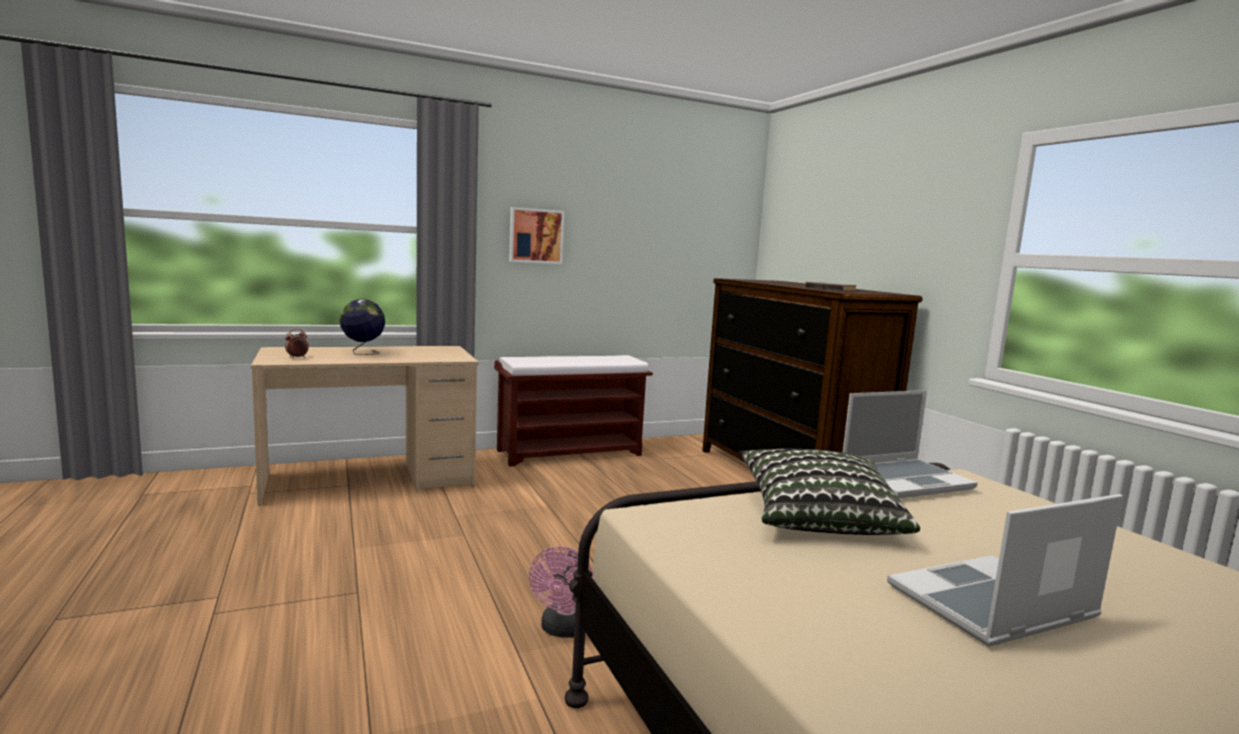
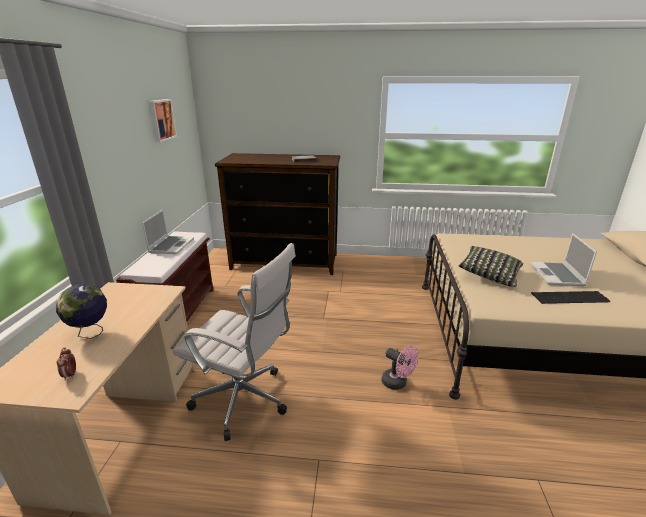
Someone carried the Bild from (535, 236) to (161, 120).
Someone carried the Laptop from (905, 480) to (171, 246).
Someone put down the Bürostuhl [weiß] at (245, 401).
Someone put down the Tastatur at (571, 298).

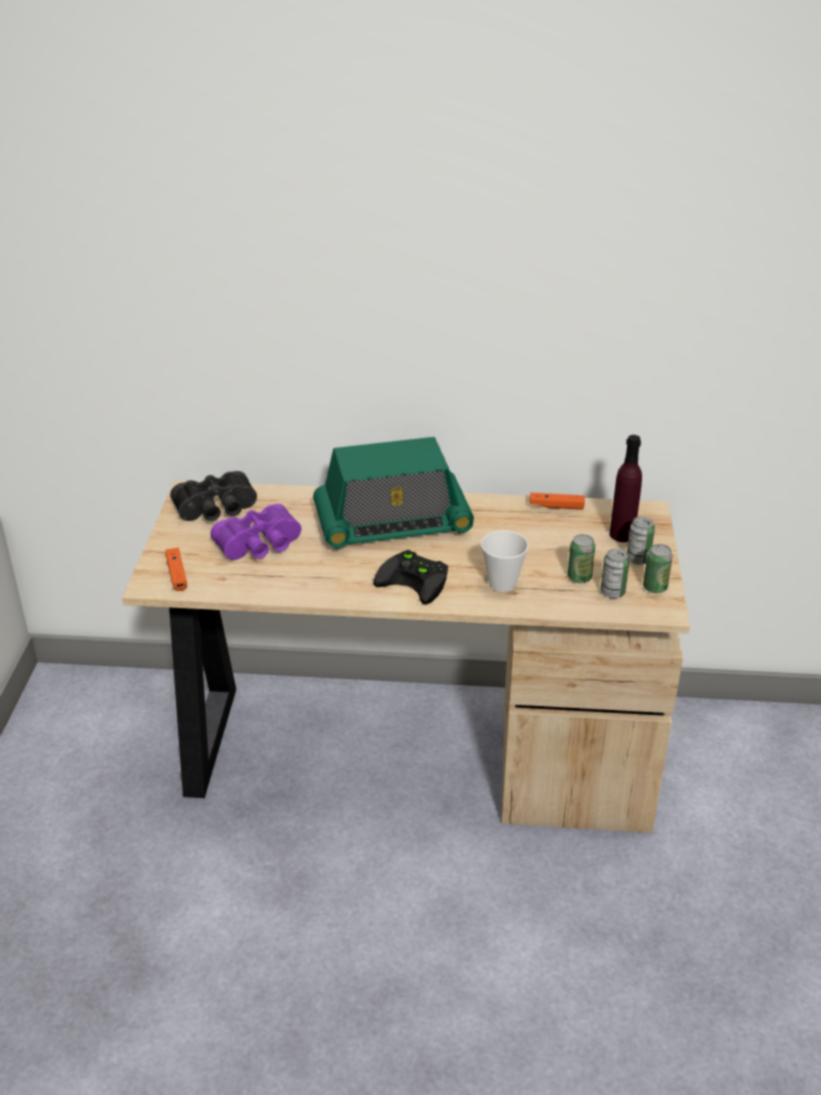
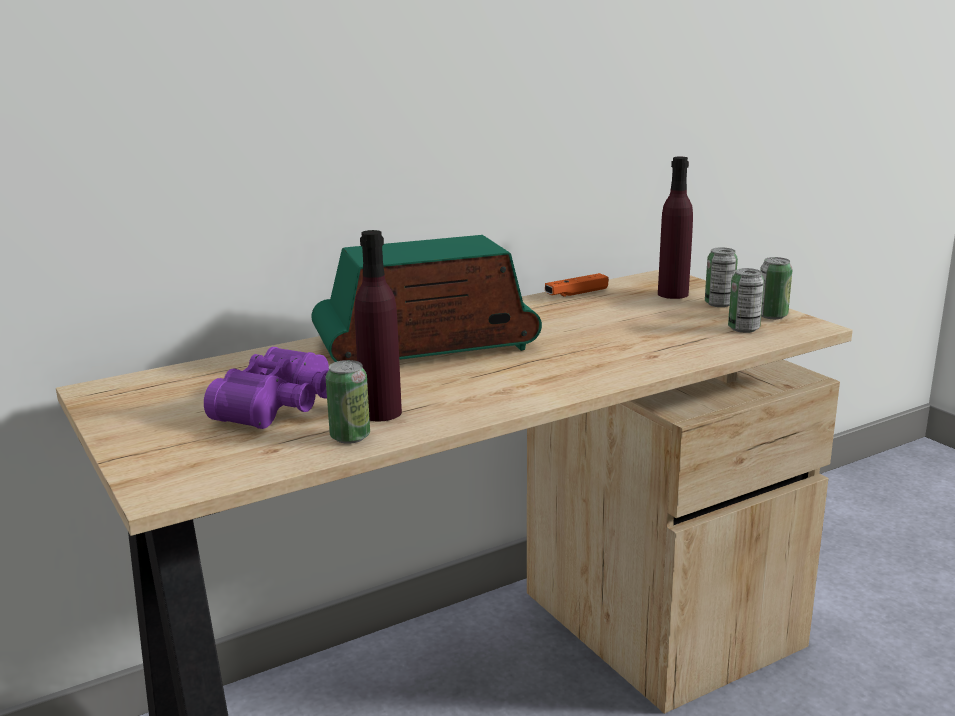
Someone took away the Gamepad [orange] at (177, 574).
Someone took away the Fernglas [schwarz] at (217, 510).
Someone rotated the Radio at (392, 523) by 150 degrees counterclockwise.
Someone took away the Gamepad [schwarz] at (417, 580).
Someone took away the Tasse at (502, 583).
Someone carried the Dose from (579, 577) to (350, 437).
Someone put down the Flasche [lila] at (381, 413).

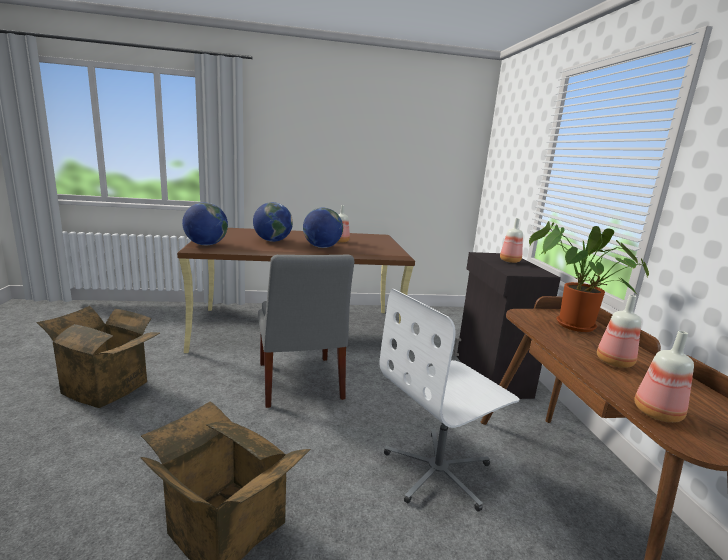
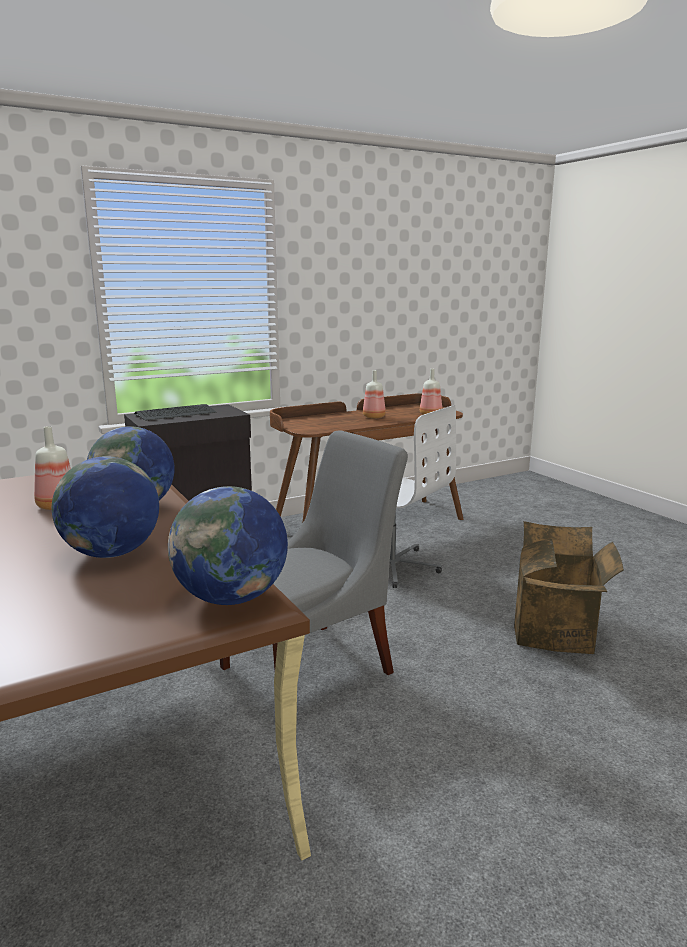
Someone took away the Karton at (109, 386).
Someone swapped the Flasche at (510, 261) for the Tastatur at (176, 414).
Someone took away the Topfpflanze at (571, 325).

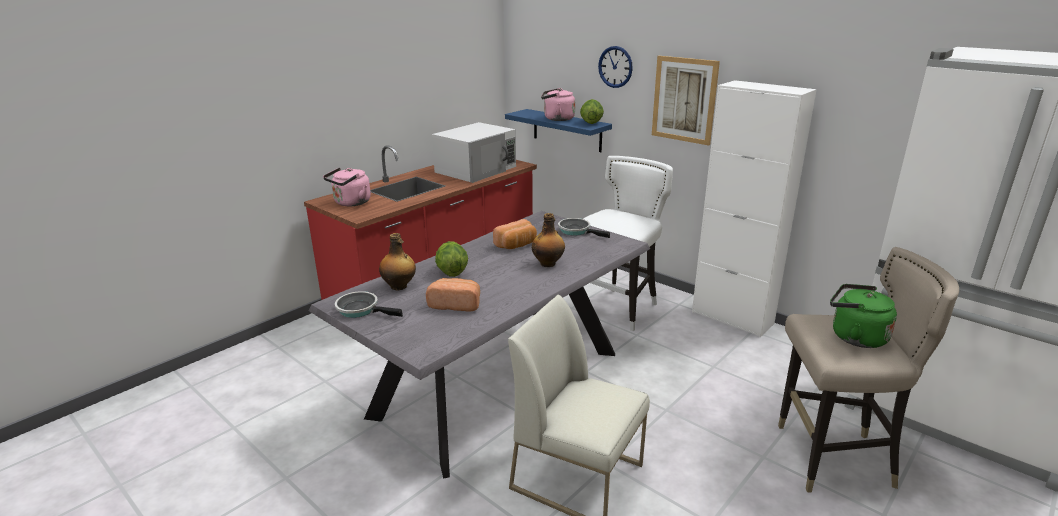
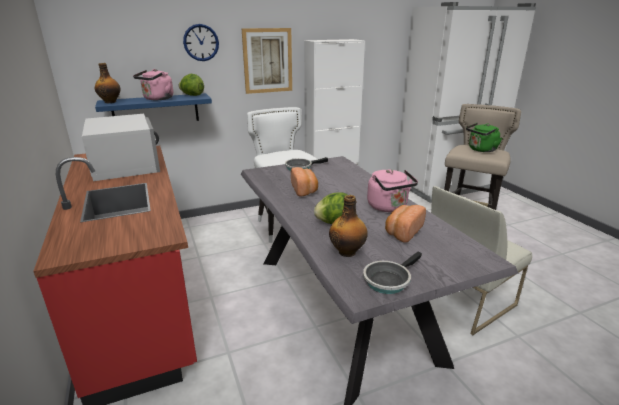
Someone carried the Wasserkessel [rosa] from (351, 203) to (389, 207).
Someone carried the Flasche from (548, 264) to (110, 102).

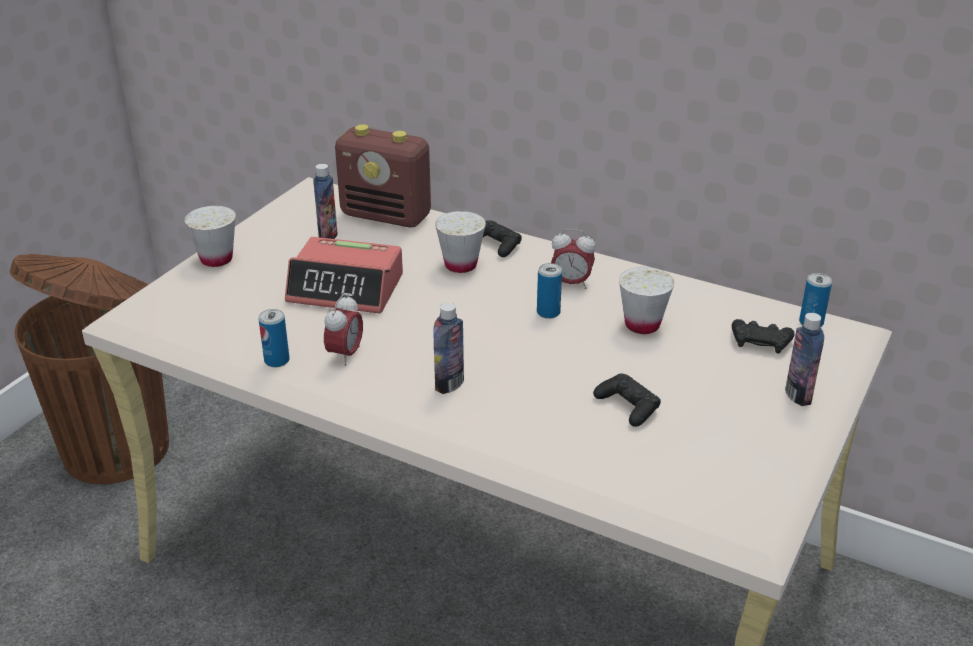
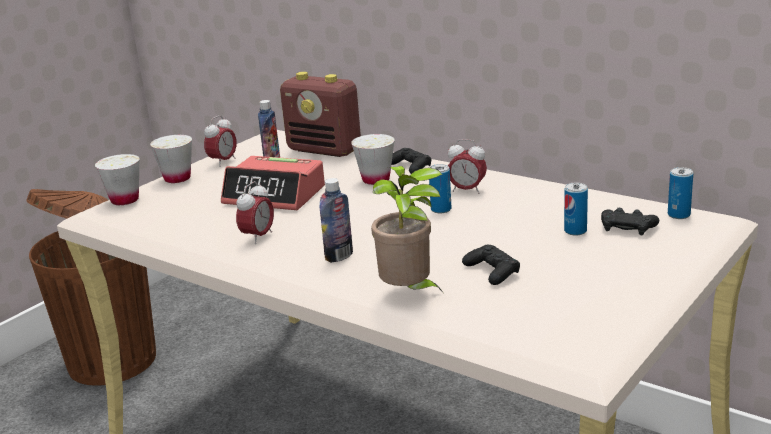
Someone carried the Dose from (277, 360) to (575, 231).
Someone carried the Tasse [weiß] from (642, 325) to (125, 200).
Someone took away the Flasche at (798, 395).
Someone put down the Wecker at (223, 162).
Someone put down the Topfpflanze at (409, 294).

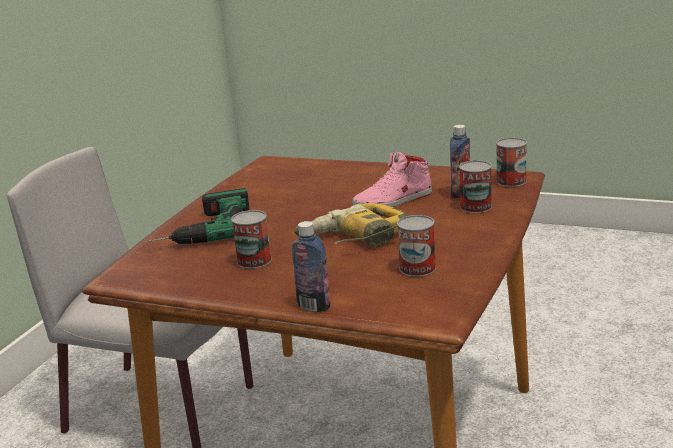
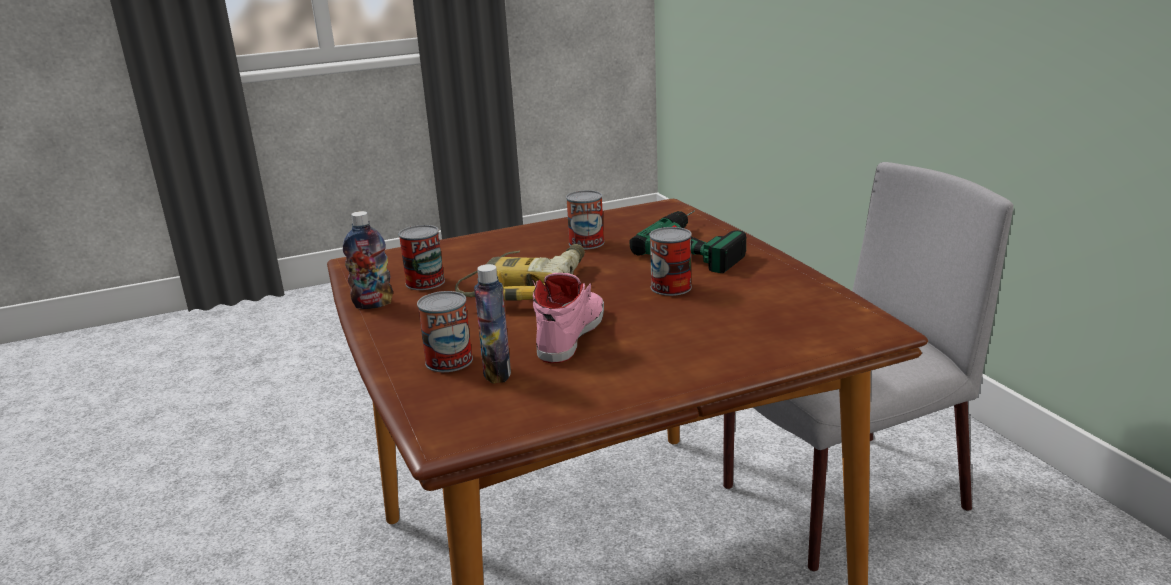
Someone carried the Flasche from (314, 306) to (373, 304).
Someone carried the Dose from (511, 181) to (671, 287).

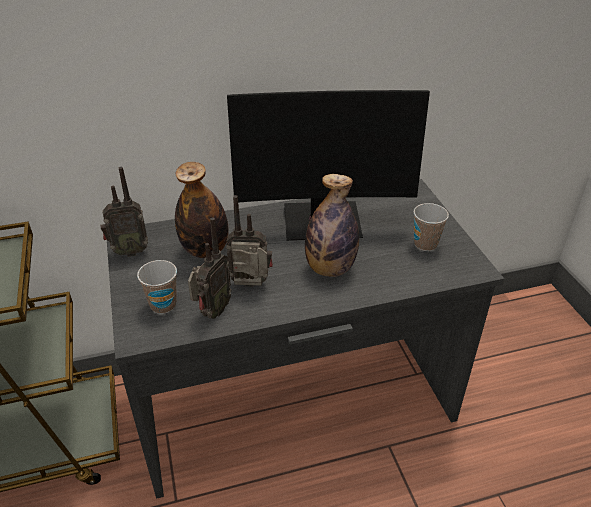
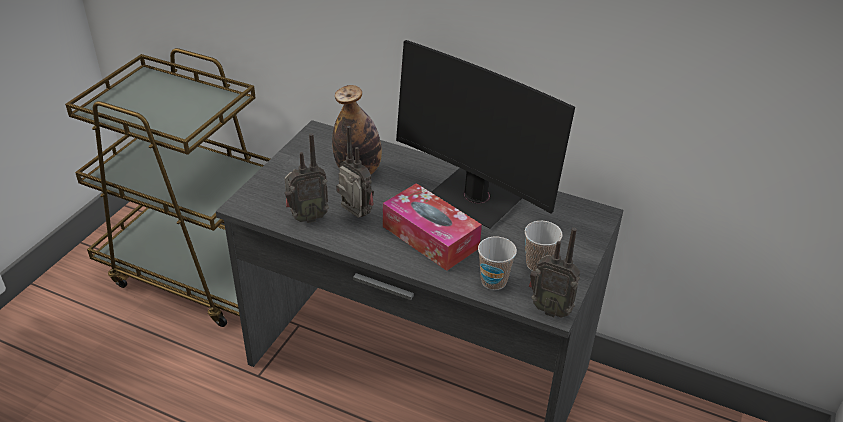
Someone carried the Radio from (129, 251) to (550, 309).
Someone carried the Tasse from (163, 305) to (493, 281).
Someone swapped the Flasche at (330, 269) for the Taschentuchbox at (430, 237).

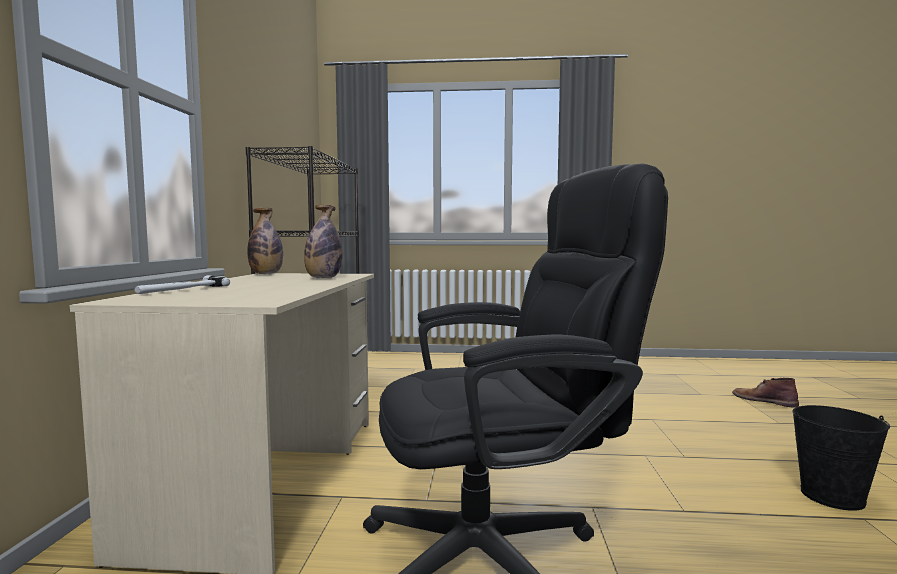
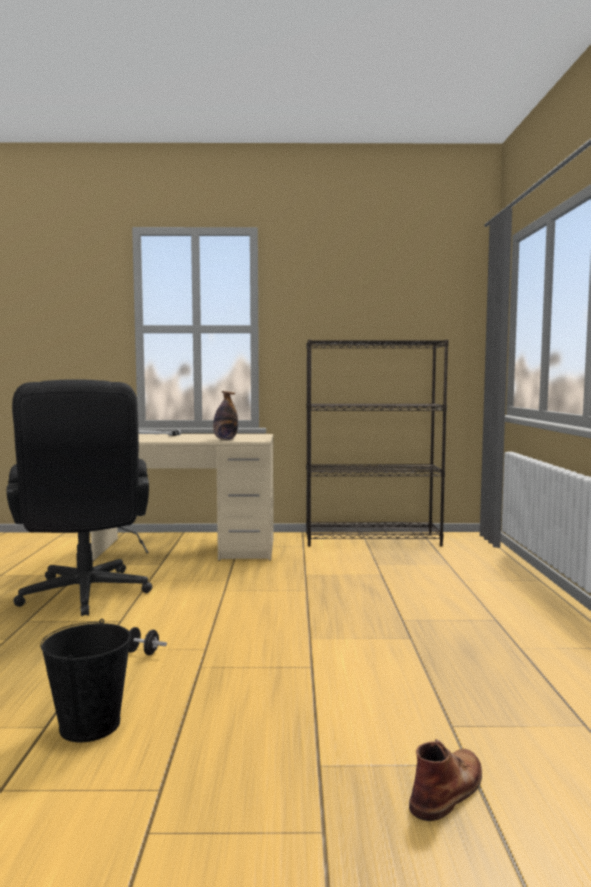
Someone took away the Flasche at (266, 274).
Someone put down the Hantel [schwarz] at (142, 652).

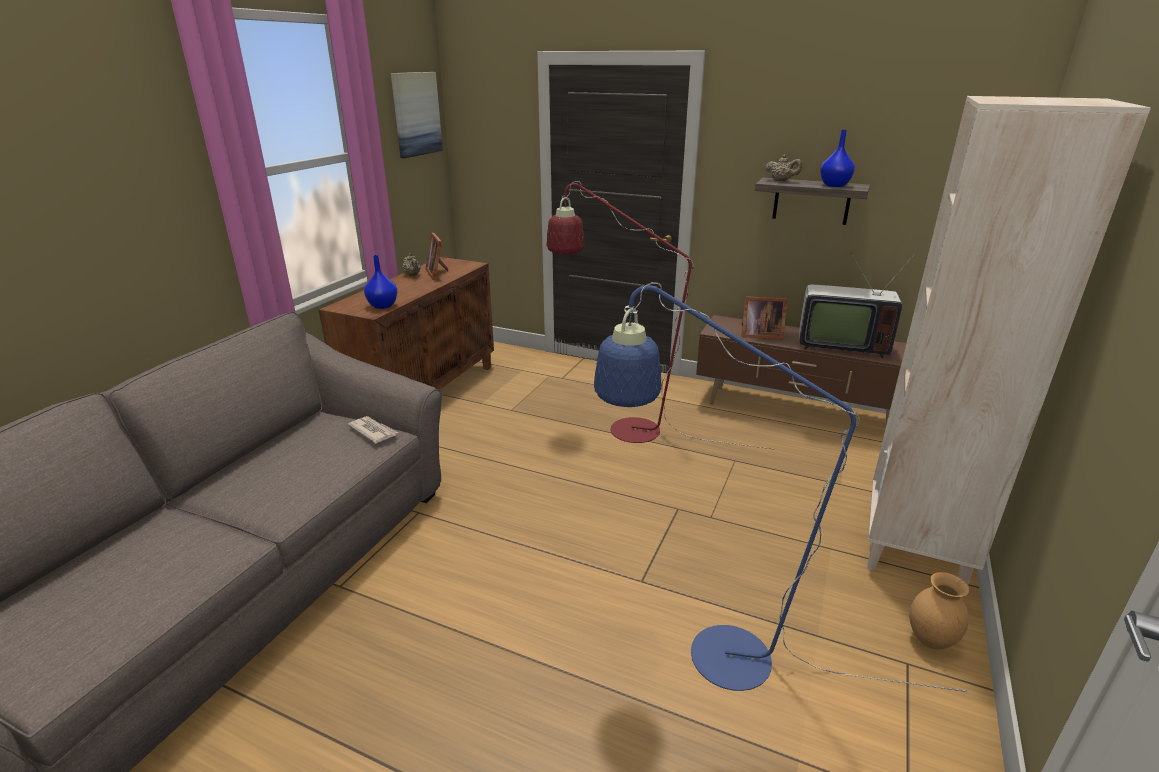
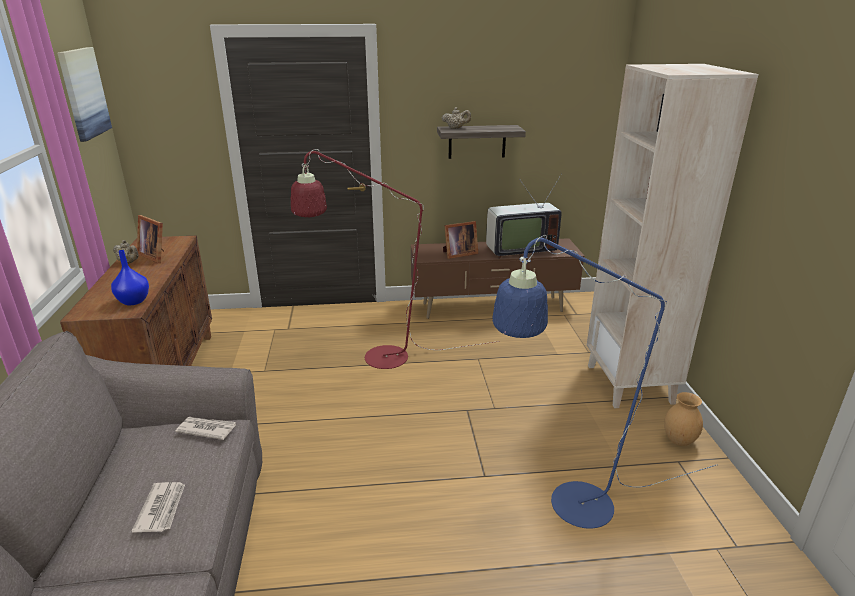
Someone took away the Vase [blau] at (834, 185).
Someone put down the Zeitung at (162, 508).

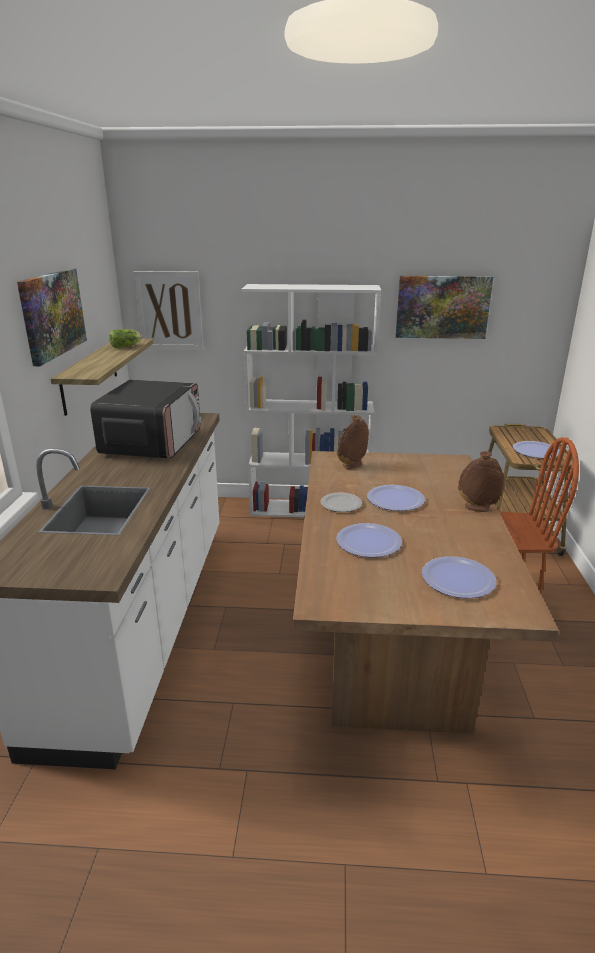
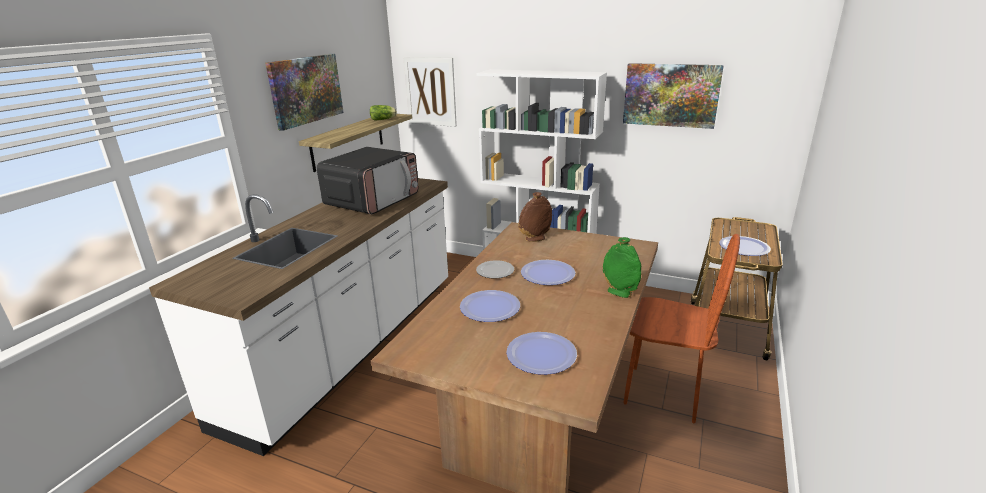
Someone repainted the Vase [braun] at (477, 508), which became the Vase [grün] at (619, 293).

